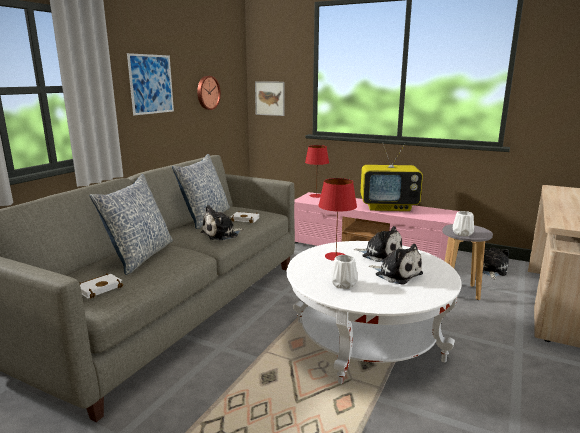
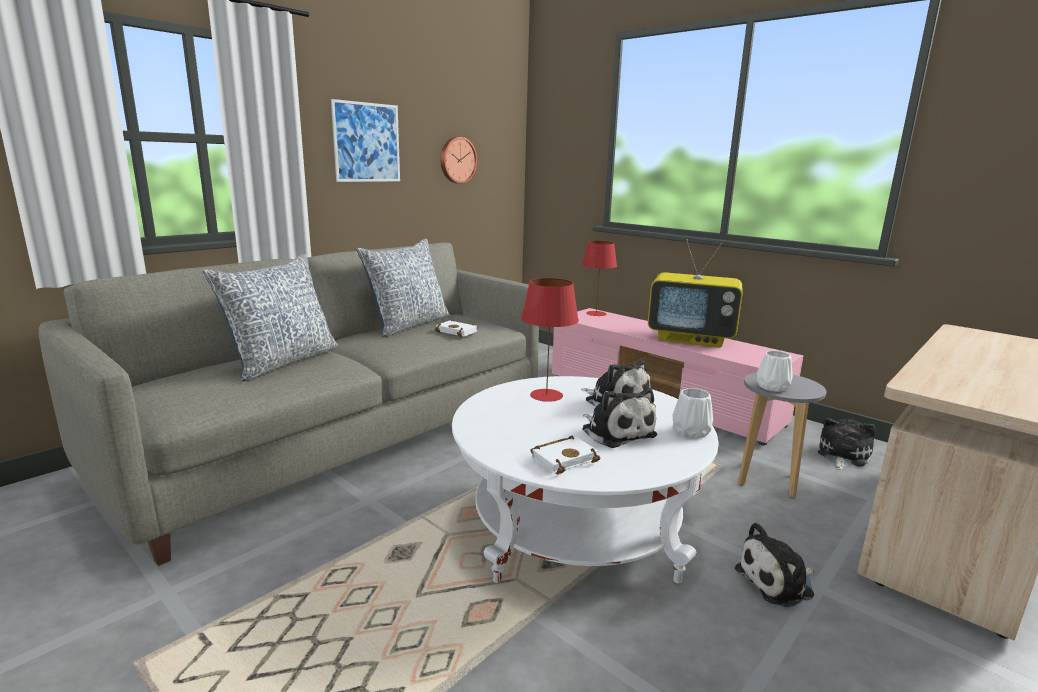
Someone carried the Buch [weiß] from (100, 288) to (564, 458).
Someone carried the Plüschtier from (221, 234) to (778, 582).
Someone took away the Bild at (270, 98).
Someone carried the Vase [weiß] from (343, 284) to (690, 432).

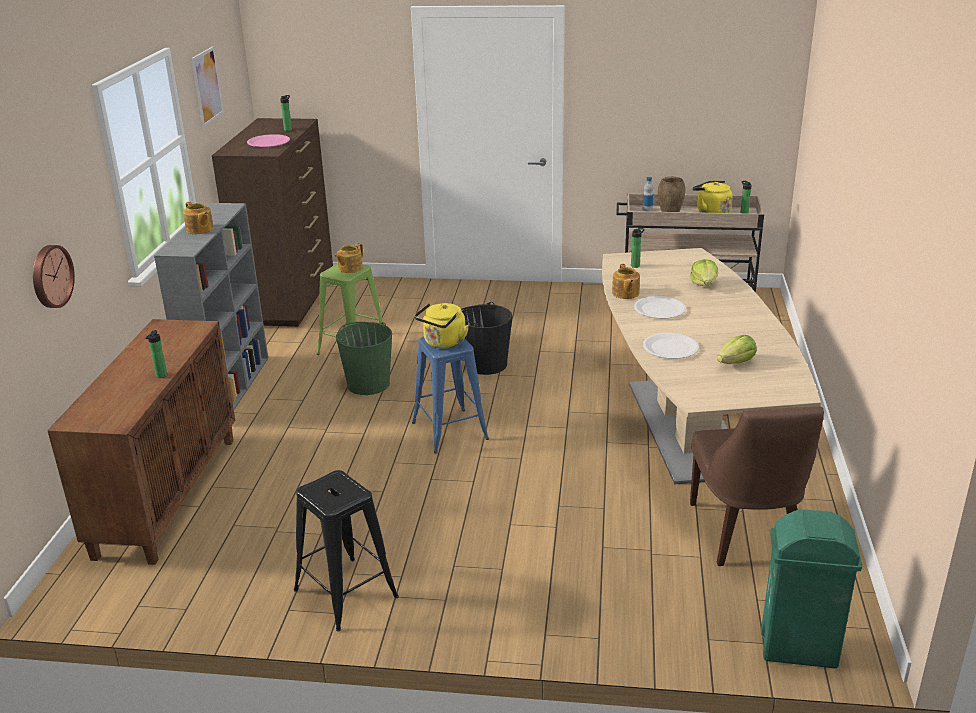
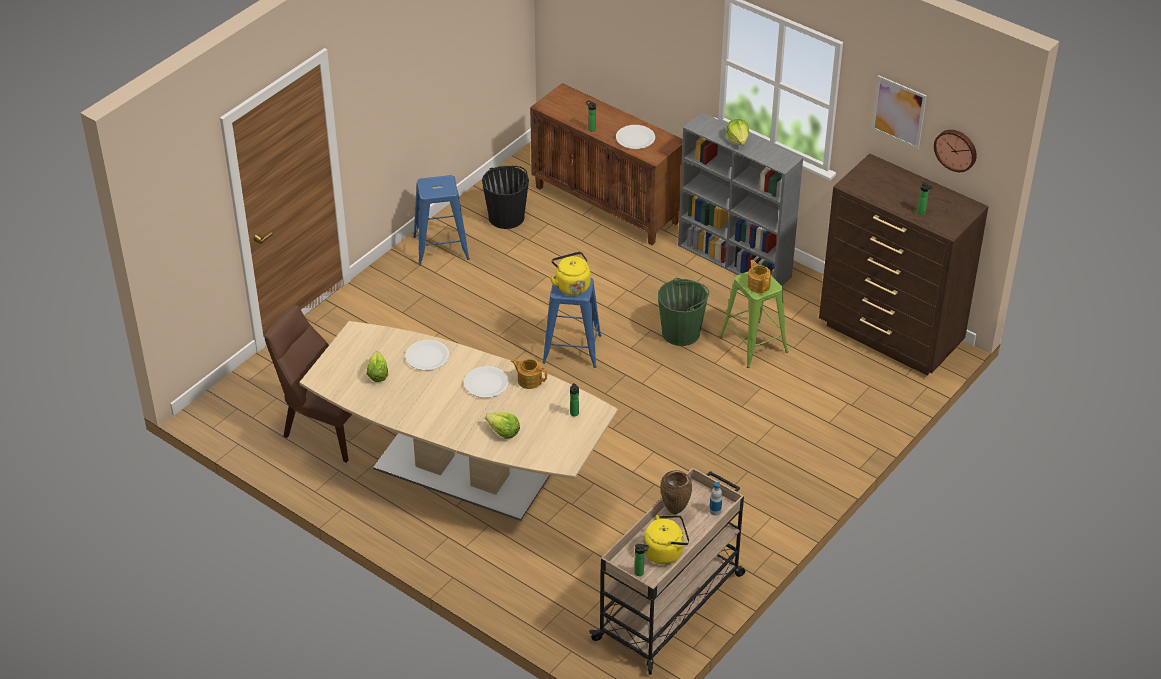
Someone carried the Wanduhr from (50, 276) to (956, 149).
Someone swapped the Teekanne at (199, 229) for the Salatkopf at (738, 140).
Someone took away the Teller [rosa] at (268, 142).
Someone repainted the Hocker [schwarz] at (346, 594), which became the Hocker [blau] at (440, 248).
Someone carried the Eimer [schwarz] from (486, 364) to (506, 217).
Someone took away the Mülleimer [grün] at (799, 650).
Someone put down the Teller [weiß] at (635, 138).

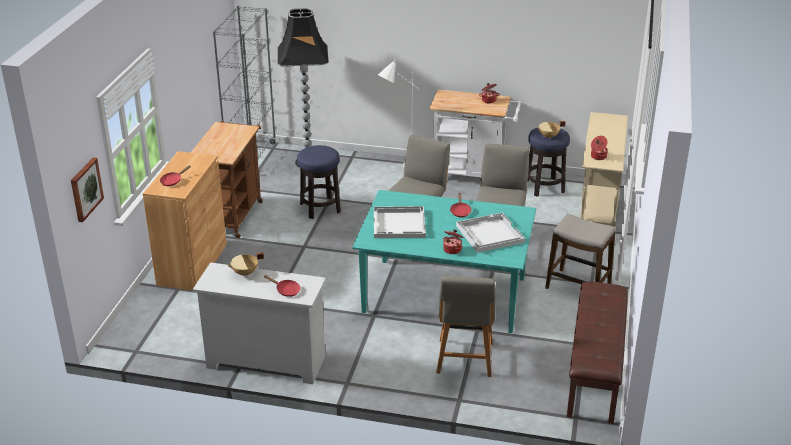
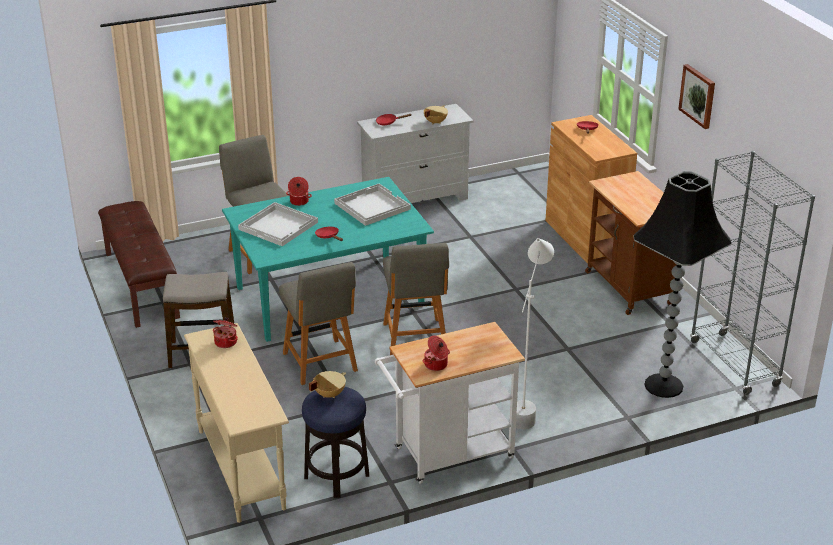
Someone carried the Bild from (85, 189) to (698, 96).
Someone took away the Hocker at (320, 208).

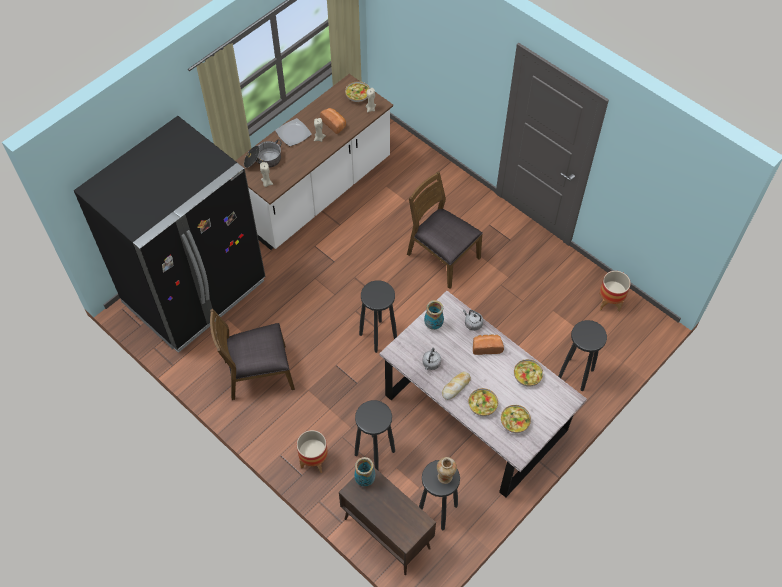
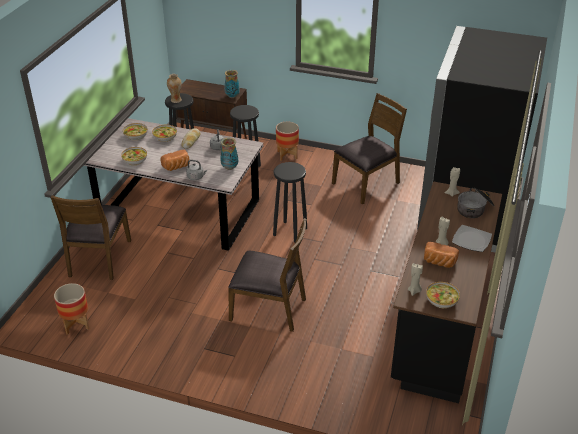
Someone repainted the Küchenzeile [weiß] at (317, 192), which became the Küchenzeile [schwarz] at (439, 323).
Someone swapped the Hocker [schwarz] at (576, 374) for the Stuhl [braun] at (99, 258).

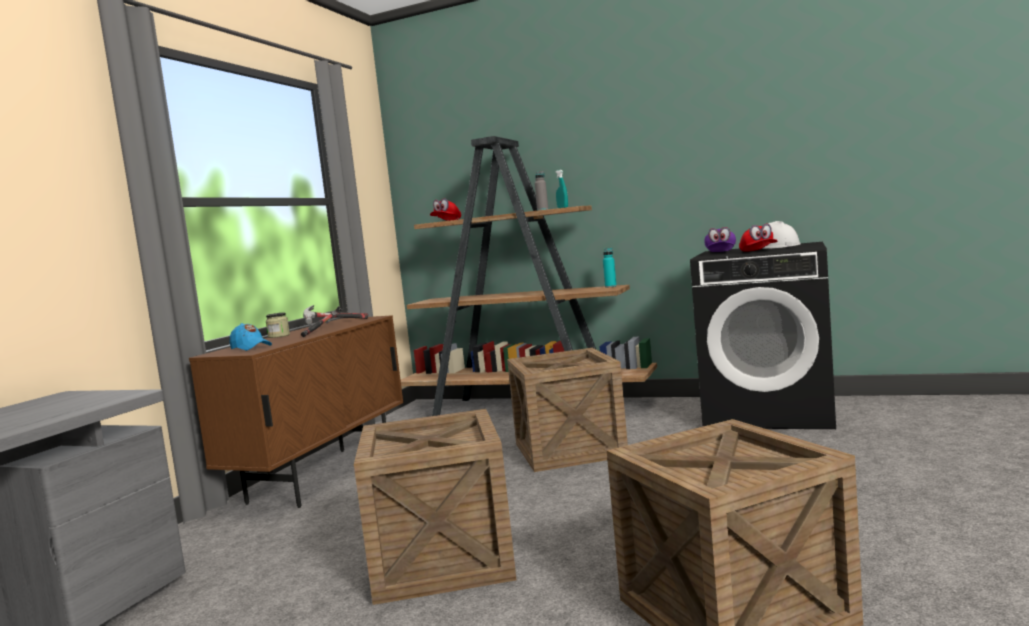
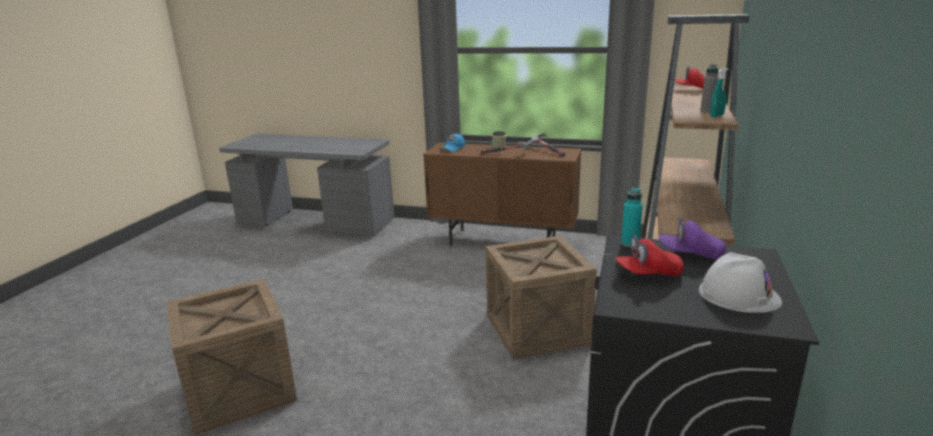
Someone took away the Kiste at (442, 560).
Someone carried the Flasche [türkis] from (610, 286) to (630, 243).

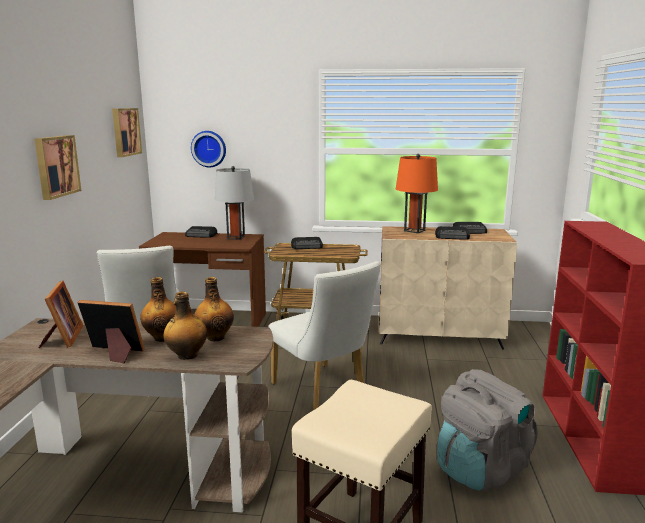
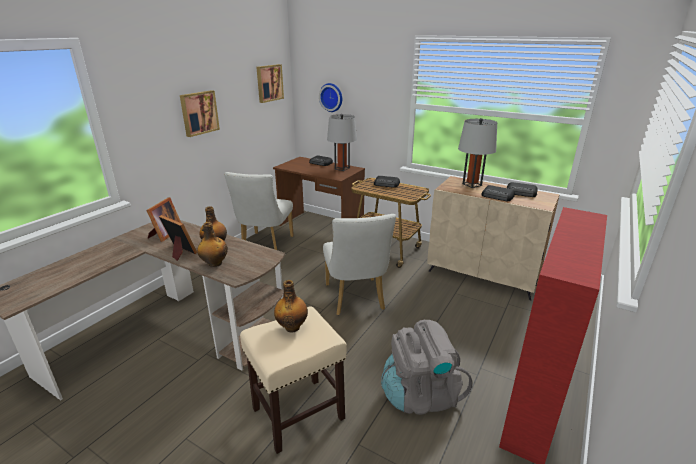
Someone carried the Flasche from (215, 337) to (292, 327).
Someone repainted the Tischlampe [orange] at (414, 230), which became the Tischlampe [grau] at (472, 184).

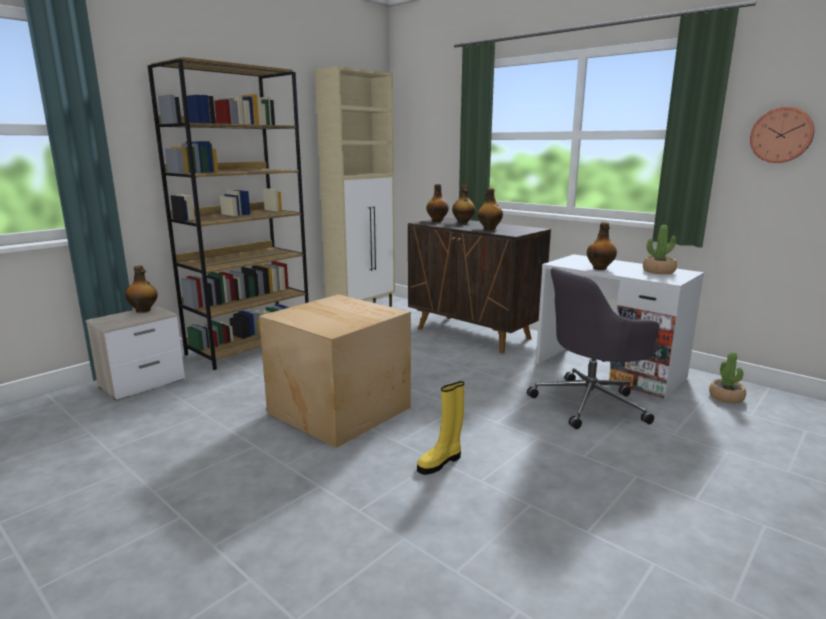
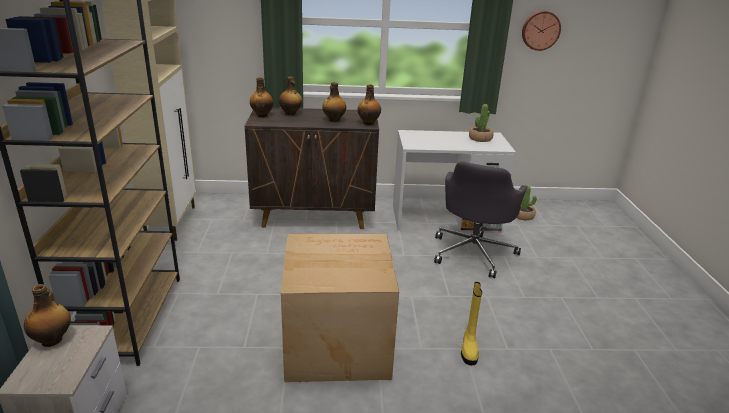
Someone carried the Flasche from (600, 268) to (369, 123).

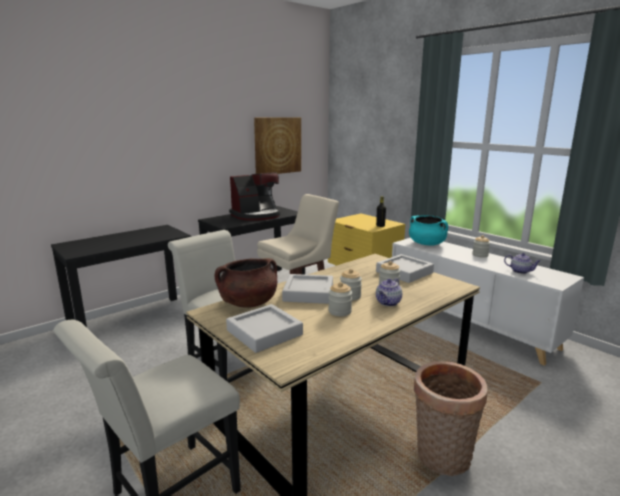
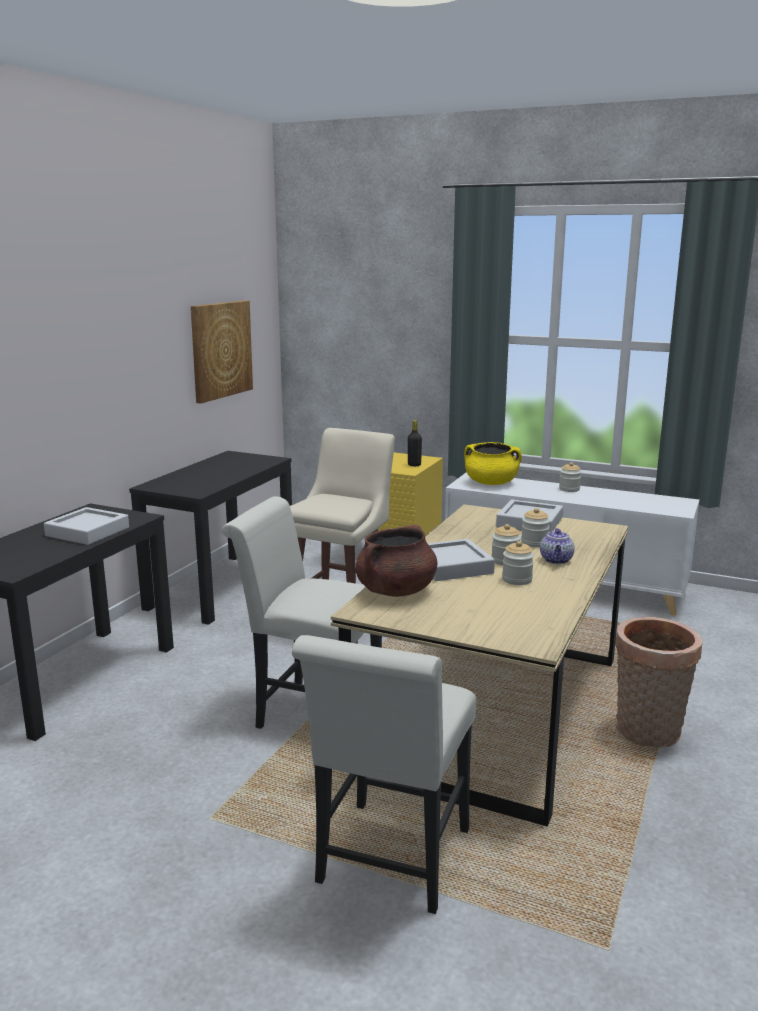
Someone carried the Tablett [grau] from (264, 332) to (87, 532).
Someone took away the Kaffeemaschine at (256, 215).
Someone repainted the Kochtopf [türkis] at (427, 244), which became the Kochtopf [gelb] at (491, 483).
Someone took away the Teekanne at (520, 271).

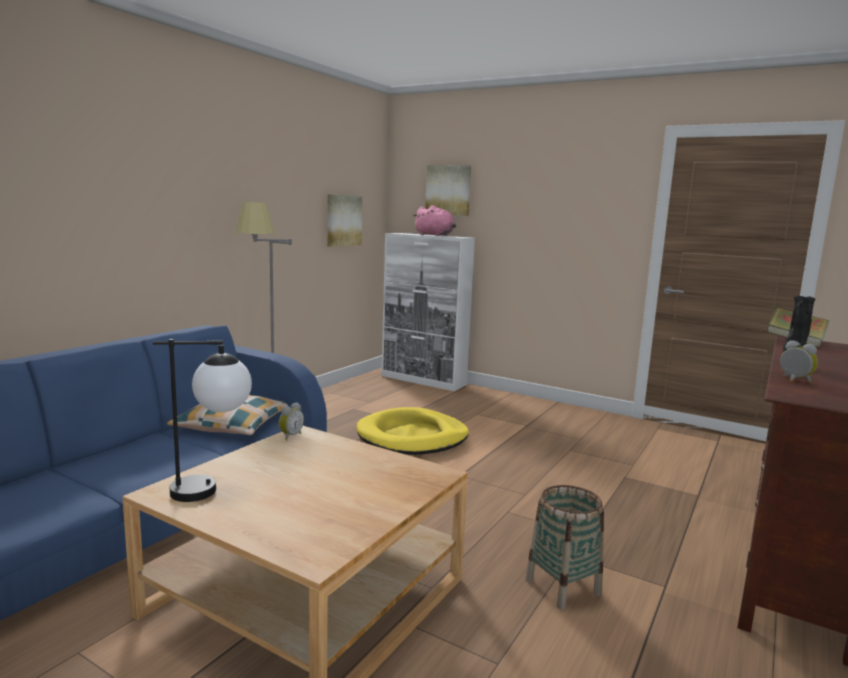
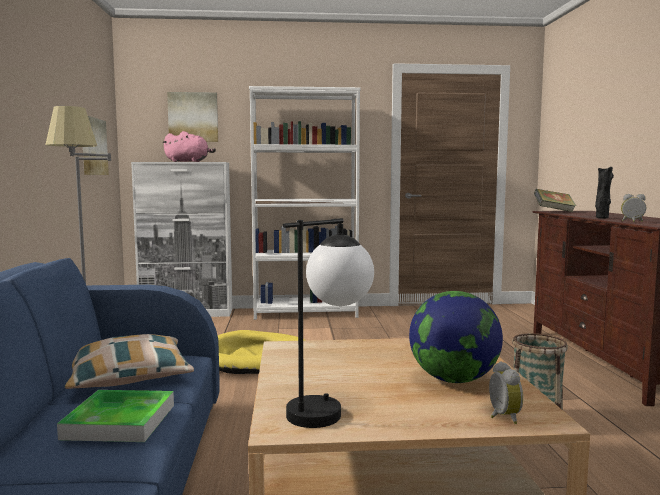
Someone carried the Wecker from (290, 436) to (502, 417).
Someone put down the Tablett at (120, 421).
Someone put down the Bücherregal [weiß] at (306, 313).
Someone put down the Globus at (454, 380).

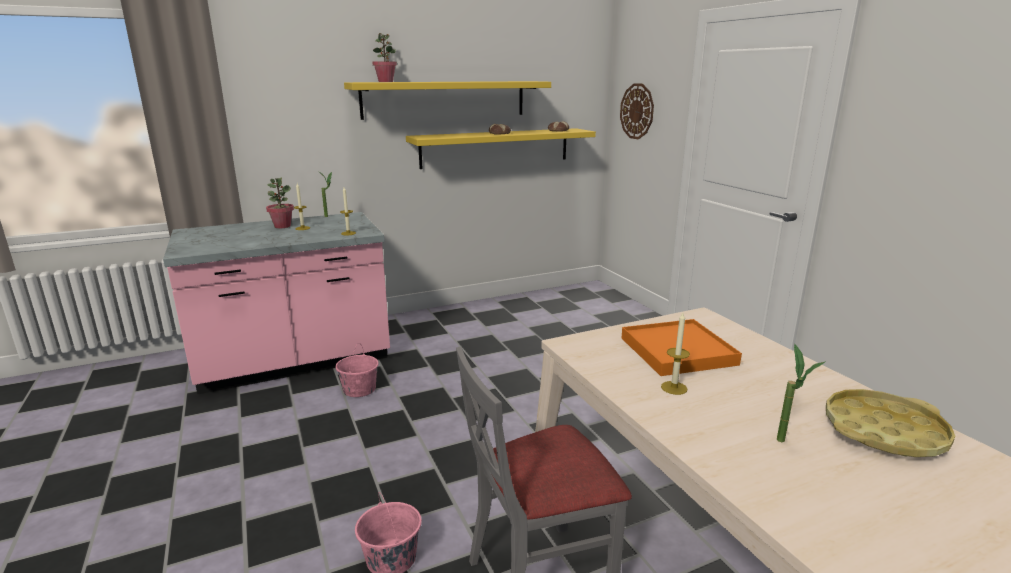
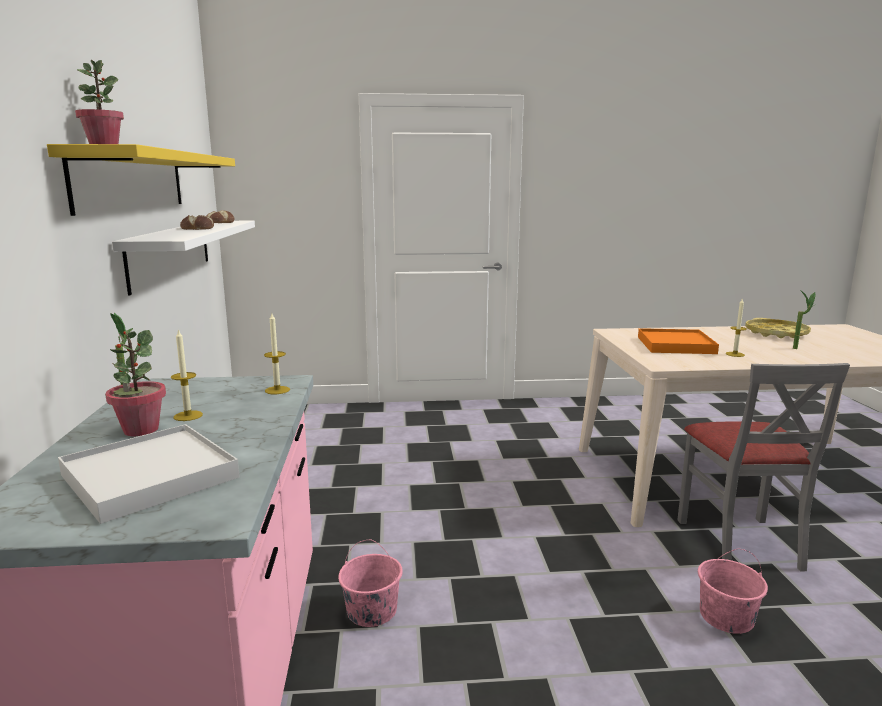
Someone repainted the Wandregal [gelb] at (496, 148), which became the Wandregal [weiß] at (171, 252).
Someone took away the Wanduhr at (637, 111).
Someone put down the Tablett [weiß] at (149, 476).

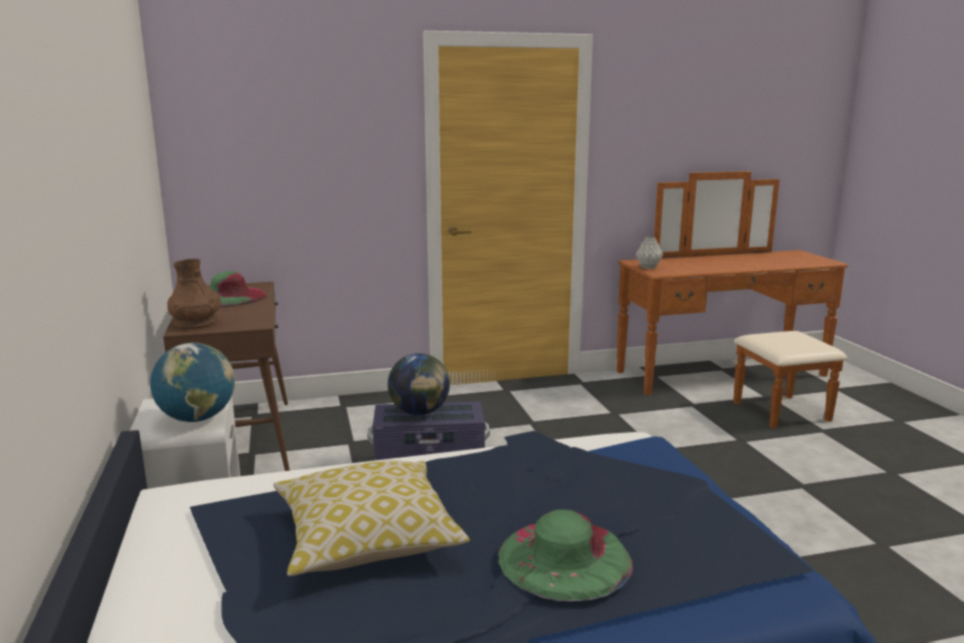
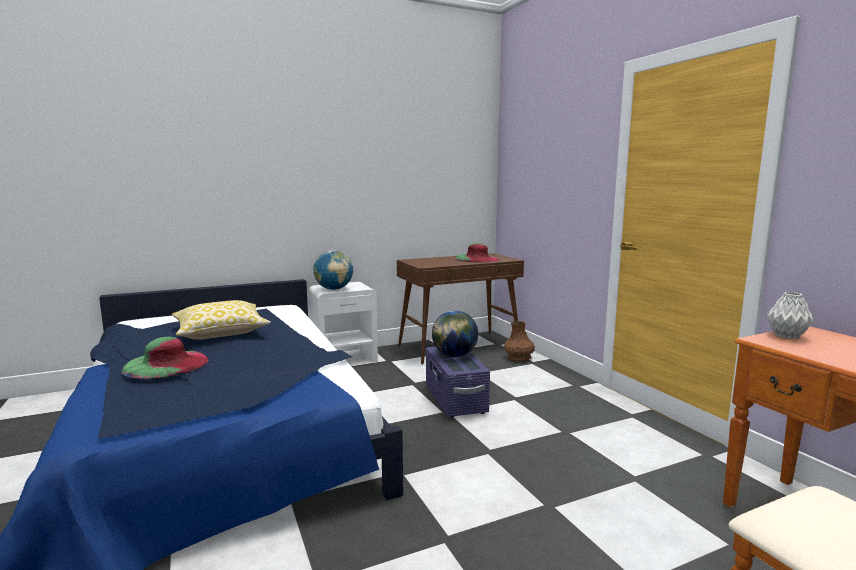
Someone carried the Vase [braun] from (196, 323) to (519, 358).

